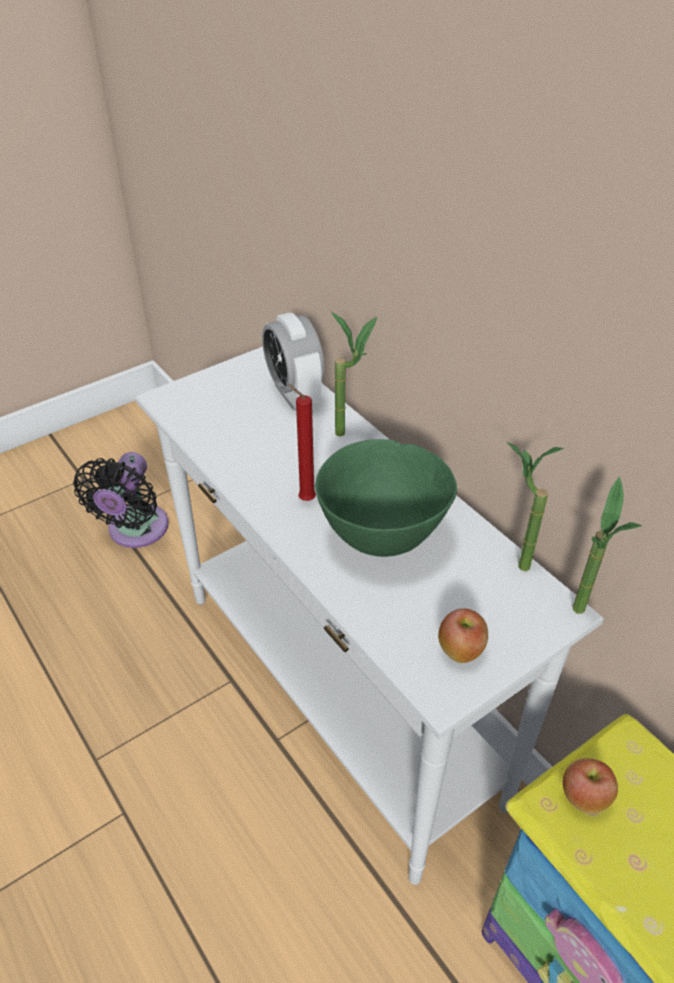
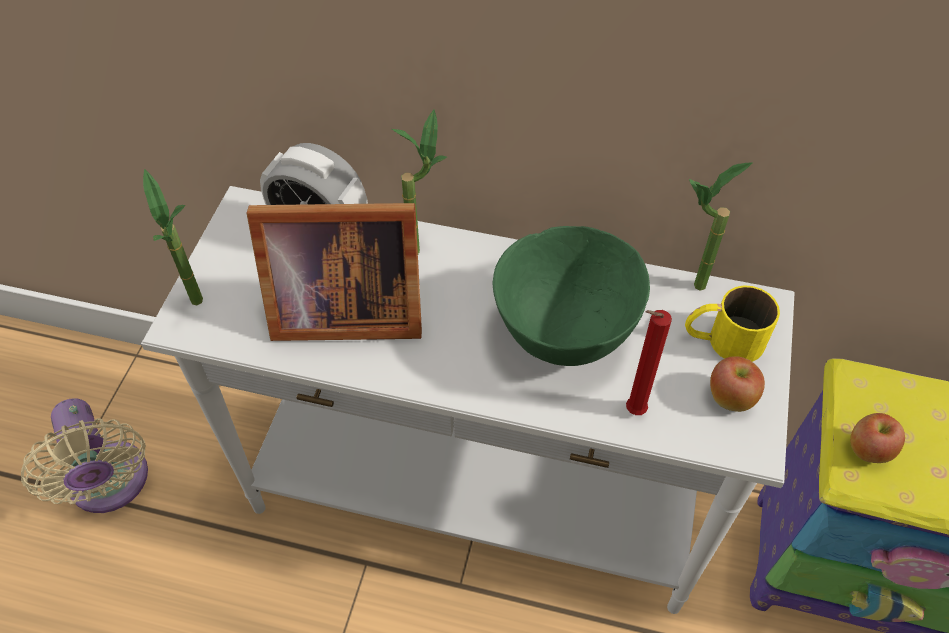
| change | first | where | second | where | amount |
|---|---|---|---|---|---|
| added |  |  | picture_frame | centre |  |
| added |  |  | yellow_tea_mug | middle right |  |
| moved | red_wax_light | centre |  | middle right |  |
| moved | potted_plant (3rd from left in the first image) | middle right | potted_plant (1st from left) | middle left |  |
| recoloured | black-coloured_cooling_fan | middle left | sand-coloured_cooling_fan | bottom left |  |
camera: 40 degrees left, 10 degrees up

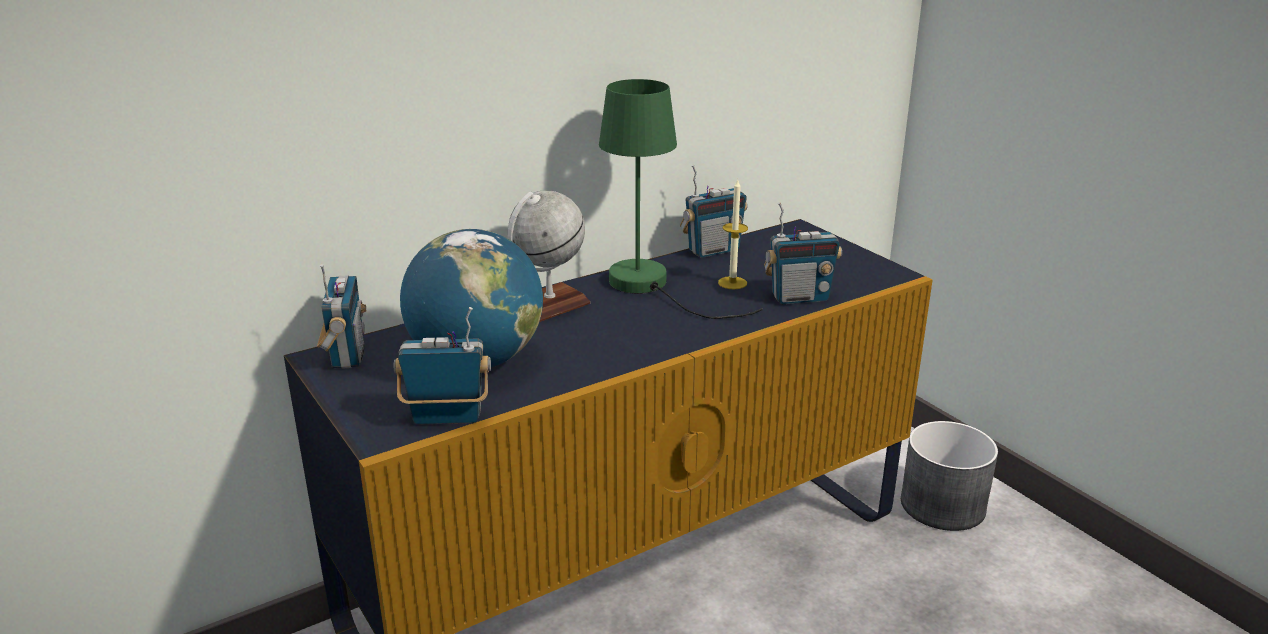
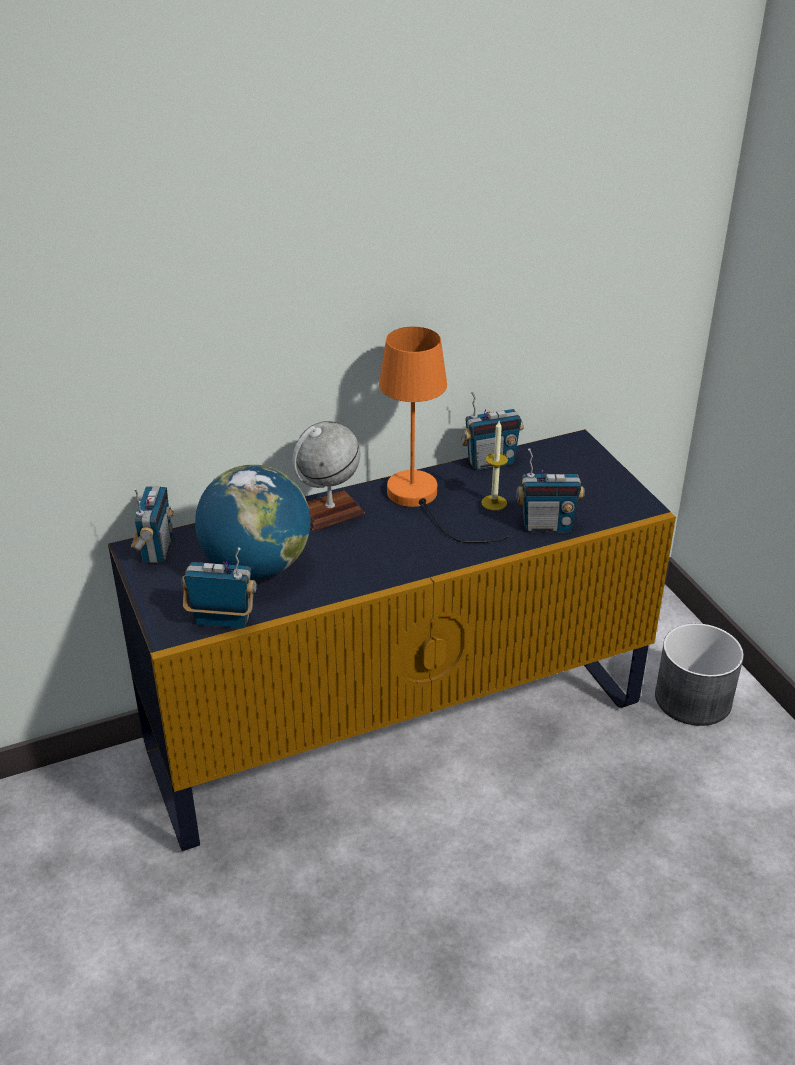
| change | first | where | second | where | amount |
|---|---|---|---|---|---|
| recoloured | green-coloured_lamp_for_a_table | top centre | orangey_lamp_for_a_table | centre |  |
camera: 10 degrees right, 10 degrees up

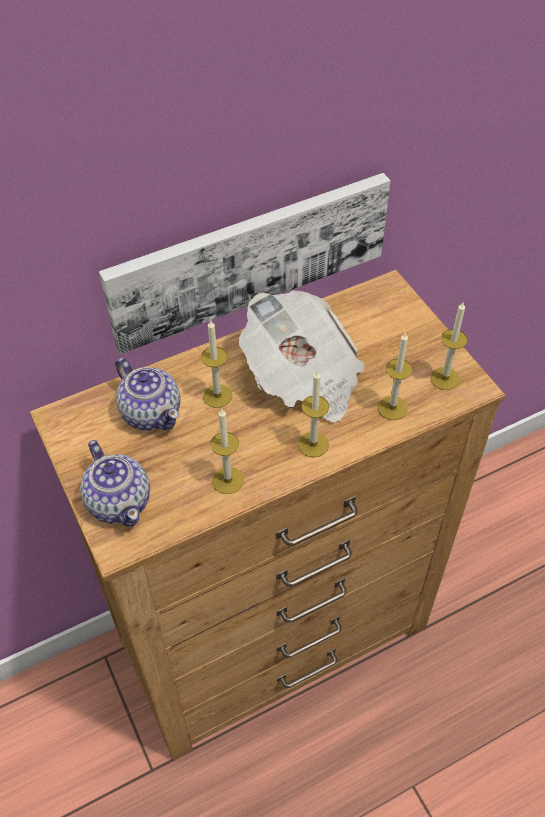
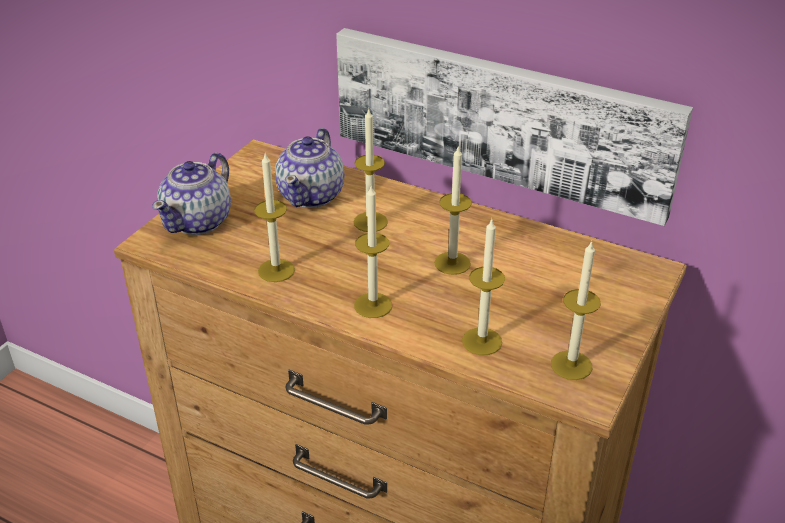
| change | first | where | second | where | amount |
|---|---|---|---|---|---|
| replaced | printed_paper | centre | wax_light (4th from left) | centre |  |
camera: 55 degrees right, 15 degrees down

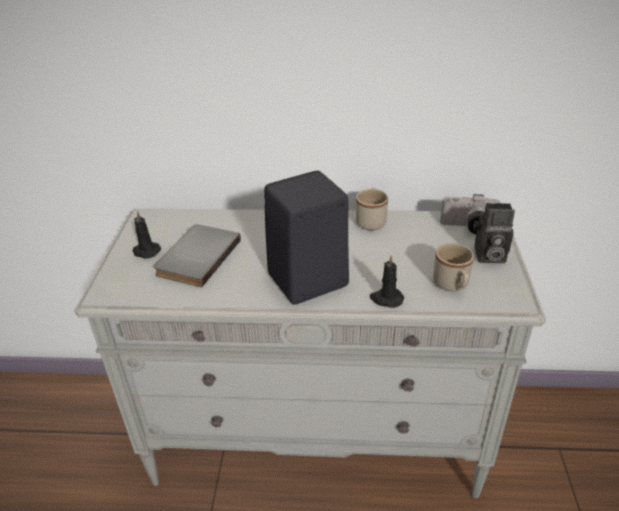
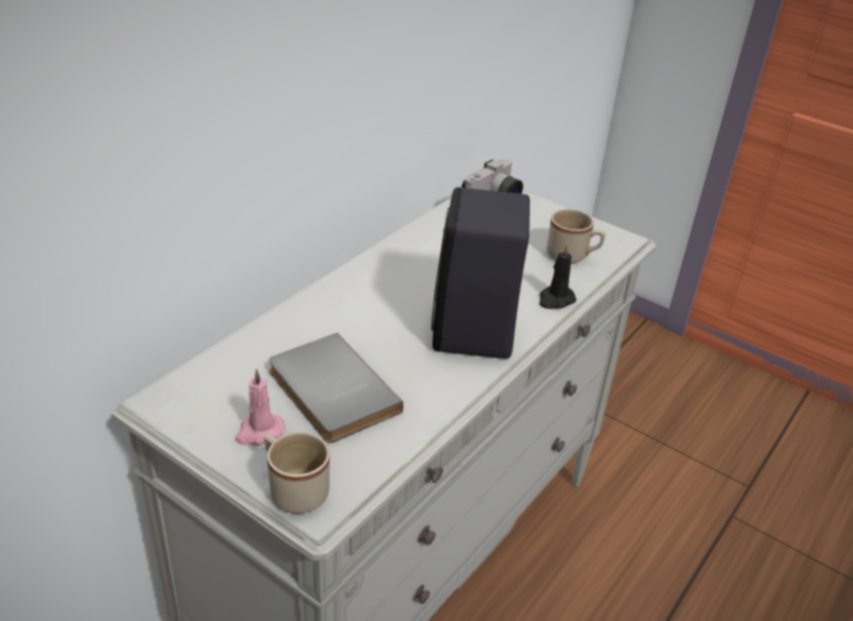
| change | first | where | second | where | amount |
|---|---|---|---|---|---|
| removed | still_camera (2nd from left) | middle right |  |  |  |
| moved | sand-coloured_tea_mug (1st from left) | centre |  | bottom centre |  |
| recoloured | black-coloured_wax_light (1st from left) | middle left | pink-coloured_wax_light | middle left |  |
camera: 60 degrees left, 0 degrees up

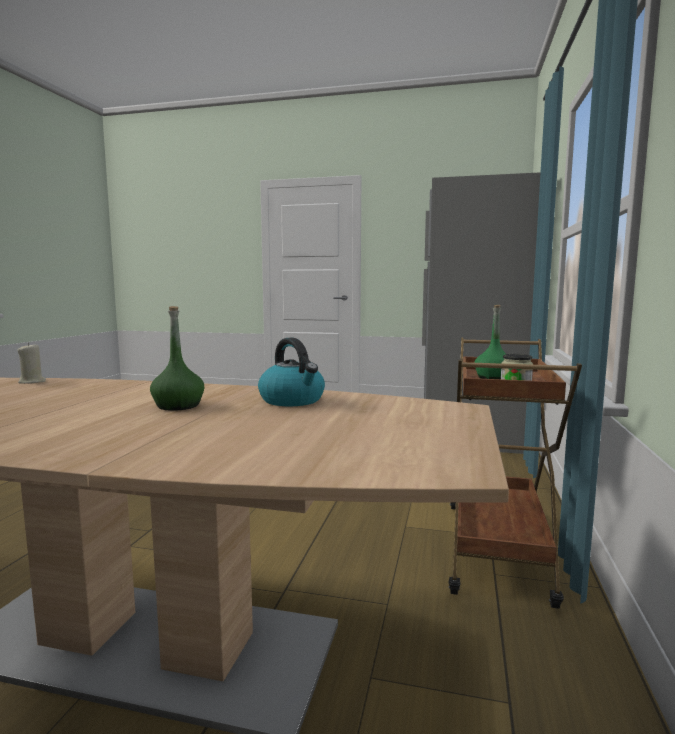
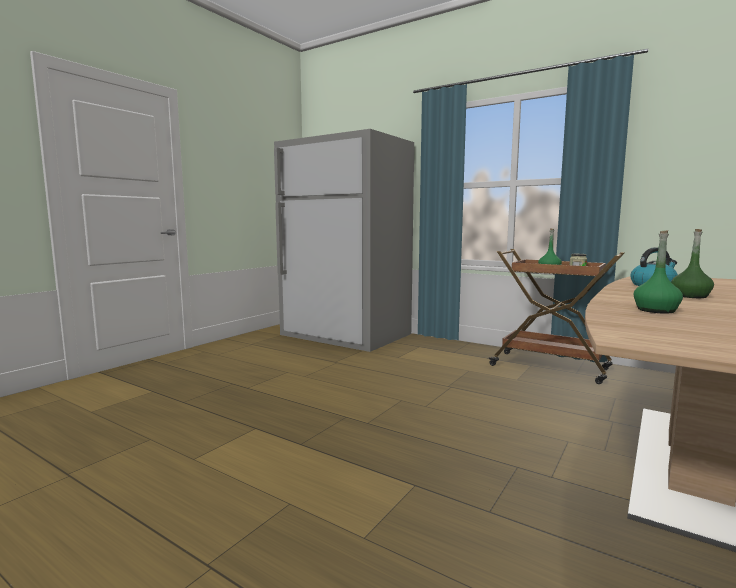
| change | first | where | second | where | amount |
|---|---|---|---|---|---|
| removed | sand-coloured_wax_light | middle left |  |  |  |
| added |  |  | green-coloured_beverage_bottle (2nd from left) | middle right |  |
camera: 70 degrees left, 0 degrees up

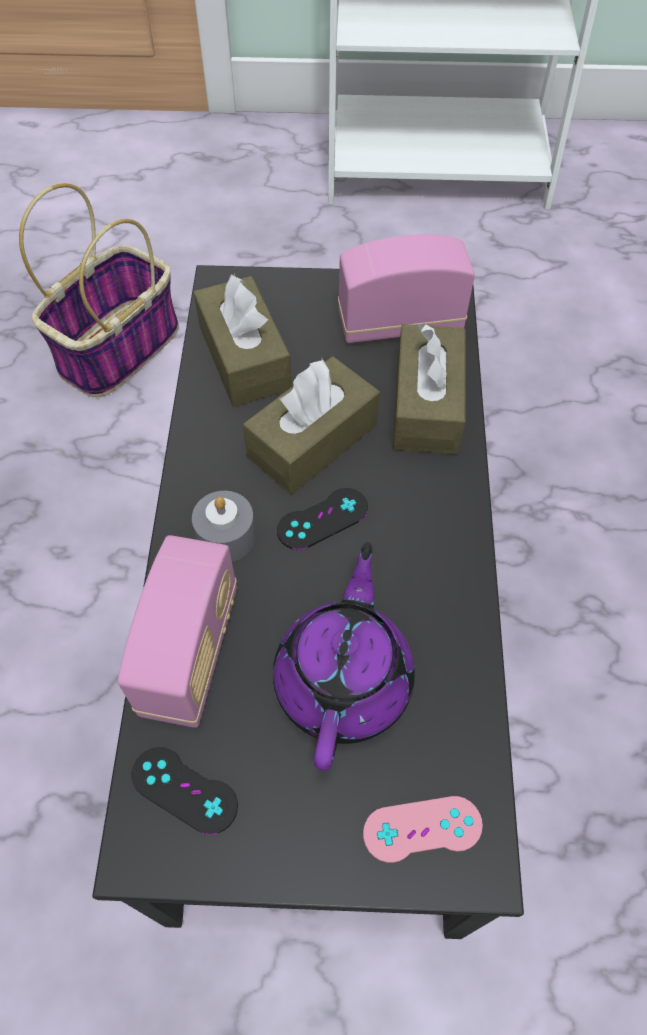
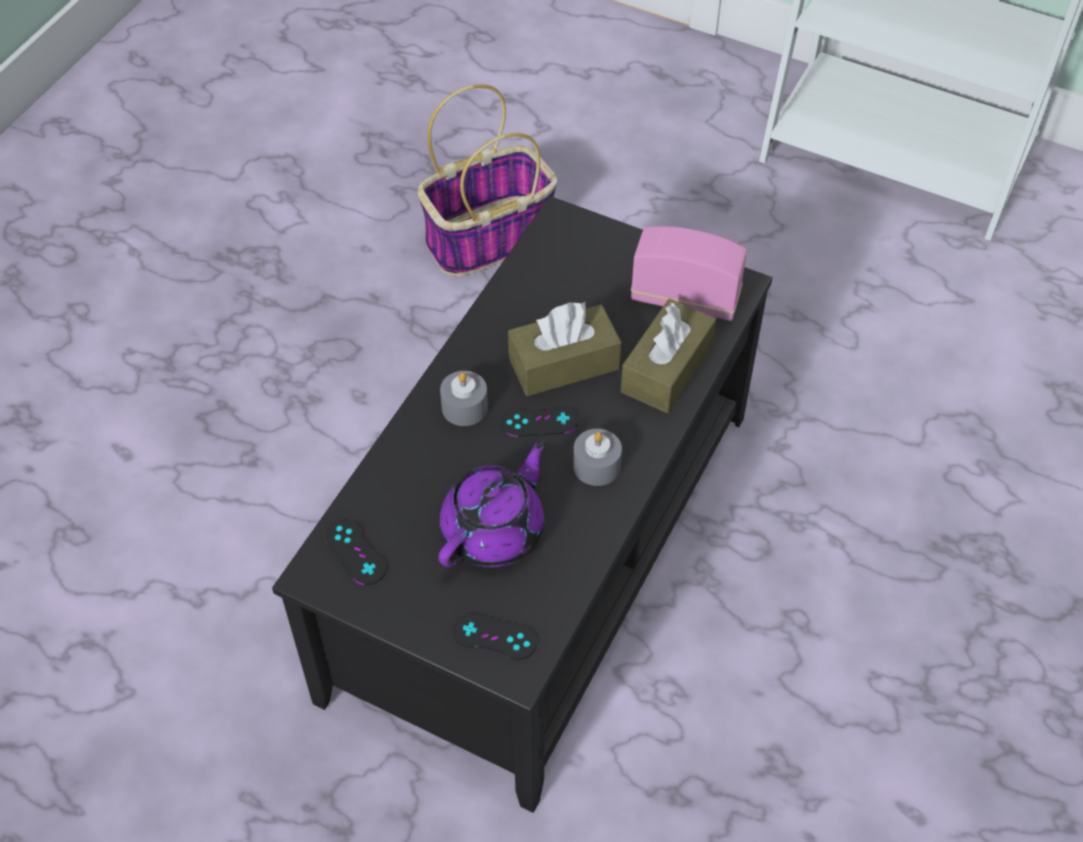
| change | first | where | second | where | amount |
|---|---|---|---|---|---|
| removed | radio (1st from left) | middle left |  |  |  |
| removed | brownish_tissue_holder (1st from left) | top centre |  |  |  |
| added |  |  | gray_wax_light (2nd from left) | centre |  |
| recoloured | pink-coloured_game_controller | bottom centre | black-coloured_game_controller (2nd from left) | bottom centre |  |
camera: 25 degrees right, 5 degrees down

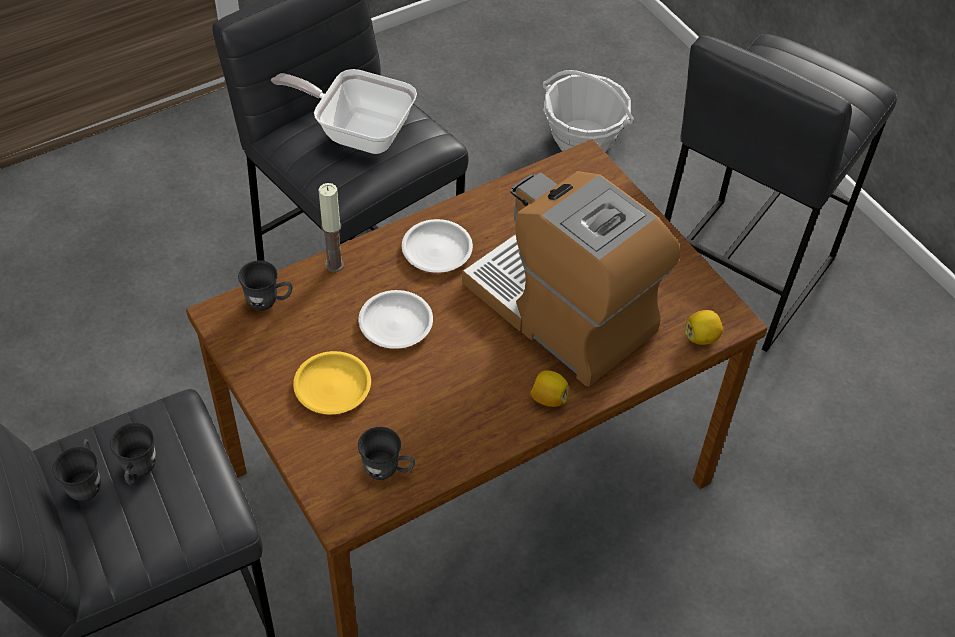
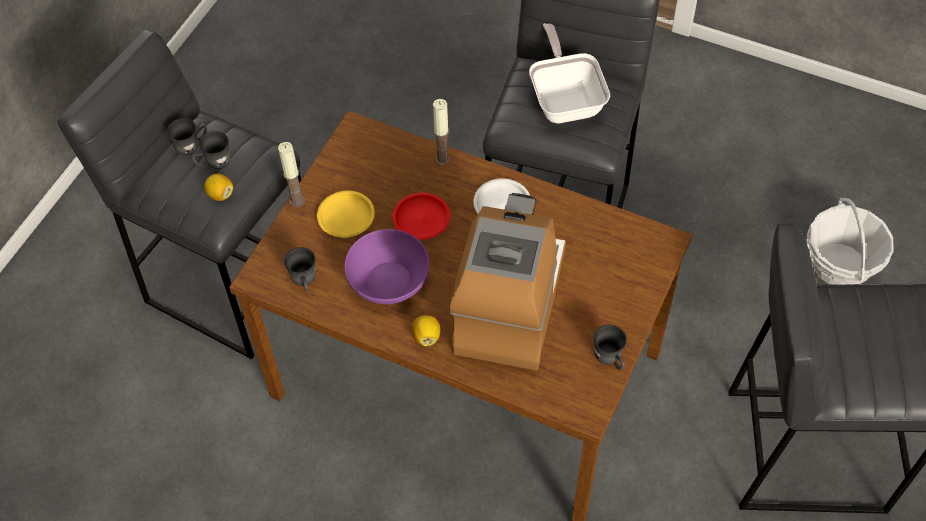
| change | first | where | second | where | amount |
|---|---|---|---|---|---|
| added |  |  | wax_light (1st from left) | middle left |  |
| added |  |  | purple-coloured_serving_bowl | centre |  |
| moved | gray_tea_mug (3rd from left in the first image) | middle left | gray_tea_mug (4th from left) | centre |  |
| moved | whole_lemon (2nd from left in the first image) | middle right | whole_lemon (1st from left) | middle left |  |
| recoloured | white_dinner_plate (1st from left) | centre | red_dinner_plate | centre |  |
camera: 60 degrees right, 5 degrees up

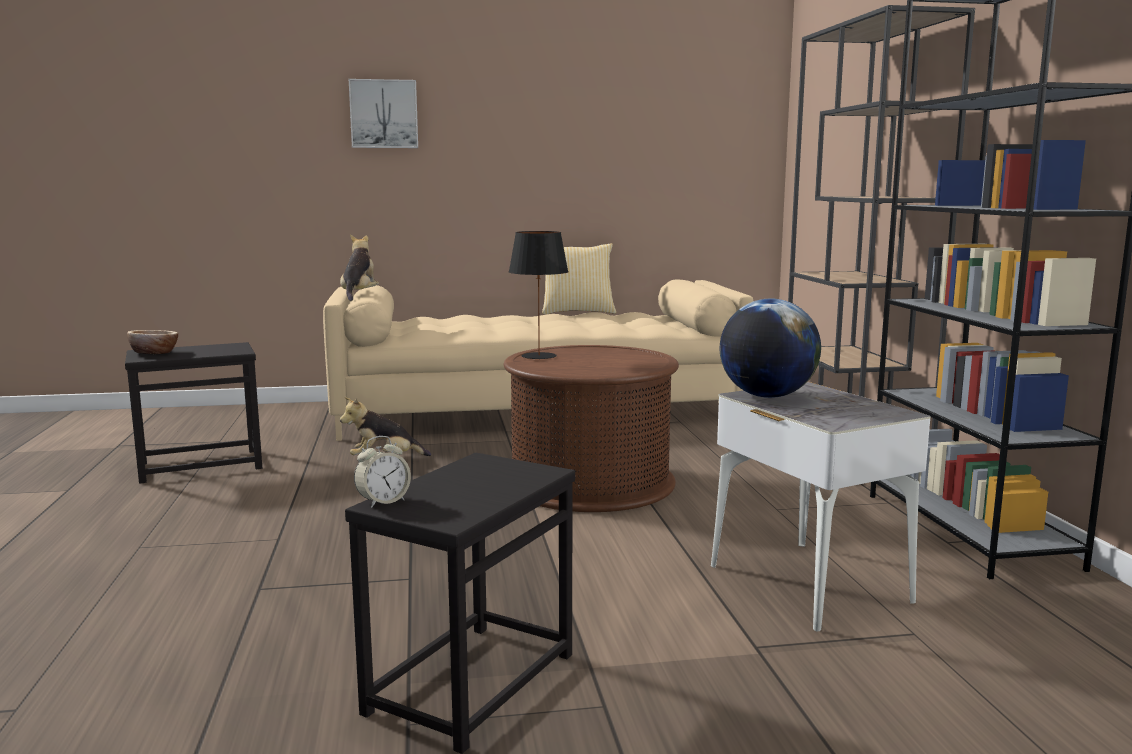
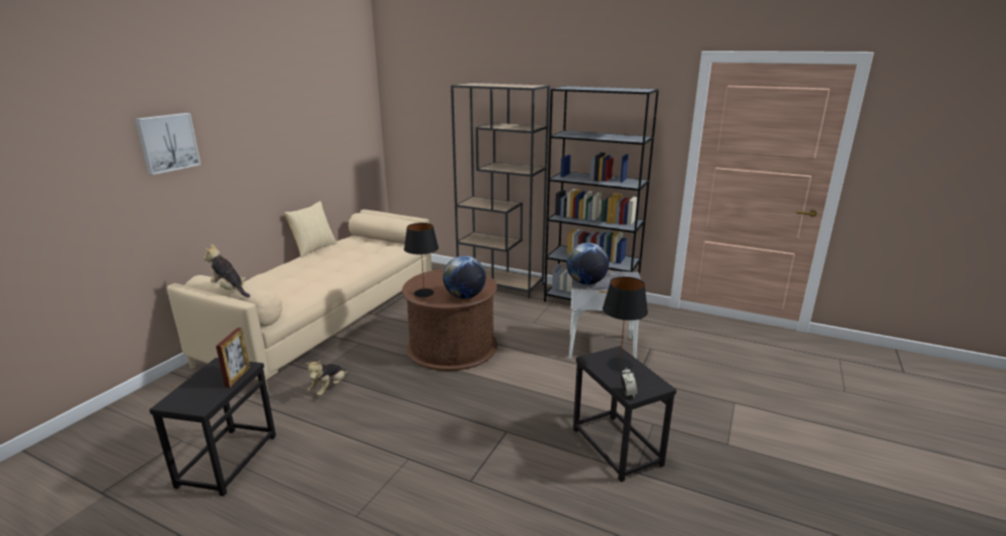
| change | first | where | second | where | amount |
|---|---|---|---|---|---|
| removed | serving_bowl | middle left |  |  |  |
| added |  |  | picture_frame | bottom left |  |
| added |  |  | world_globe (1st from left) | centre |  |
| added |  |  | black-coloured_lamp_for_a_table (2nd from left) | centre |  |
camera: 55 degrees left, 10 degrees up

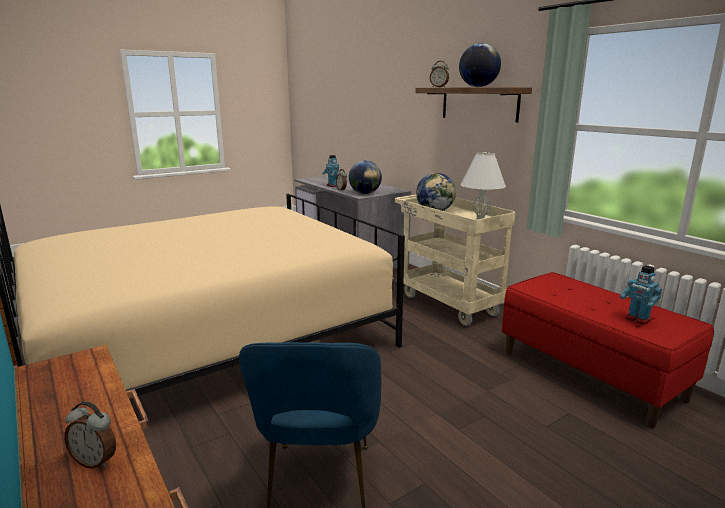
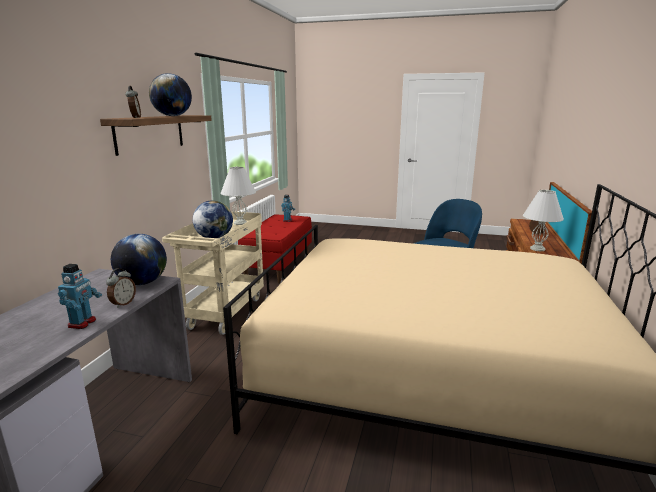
| change | first | where | second | where | amount |
|---|---|---|---|---|---|
| added |  |  | white_lamp_for_a_table (2nd from left) | middle right |  |
camera: 130 degrees left, 0 degrees up

